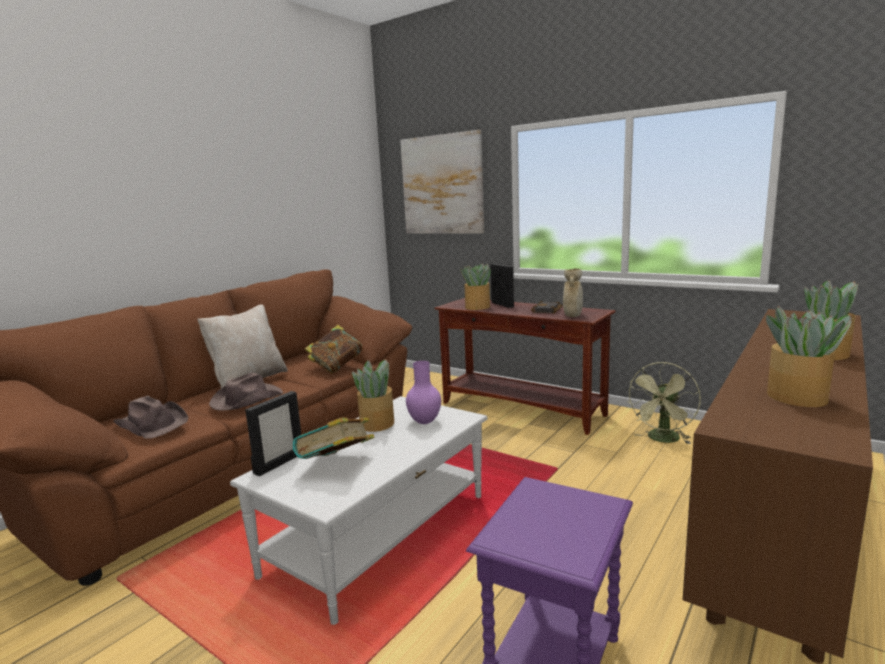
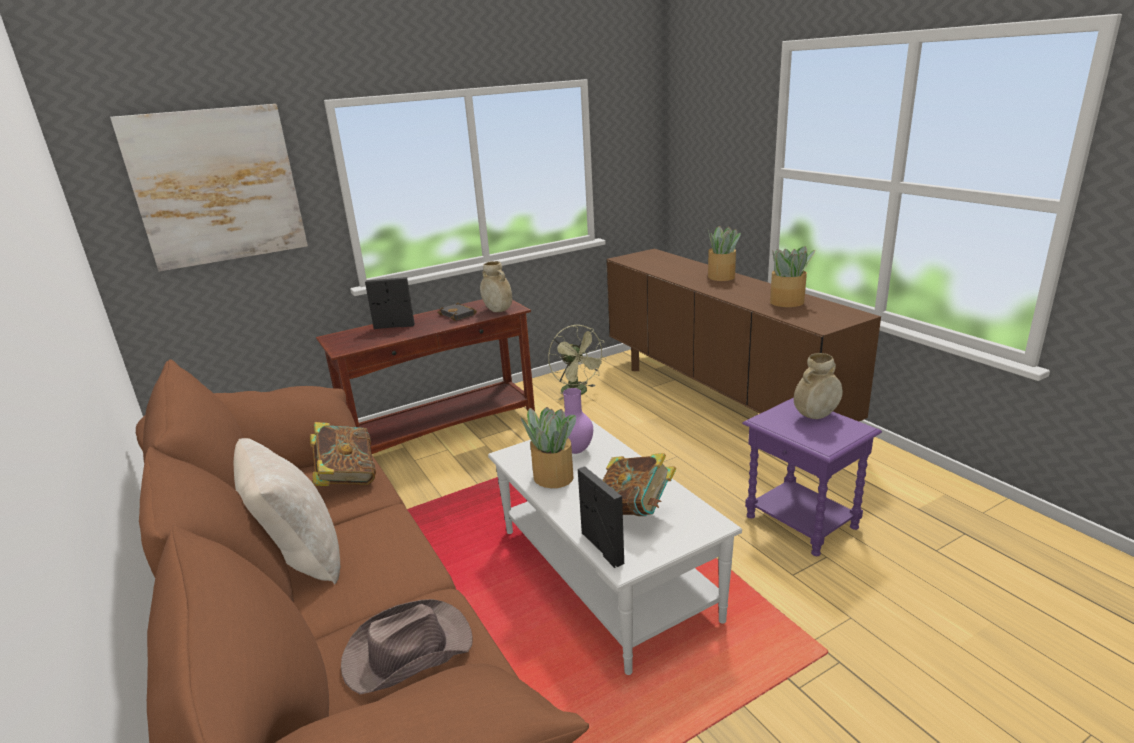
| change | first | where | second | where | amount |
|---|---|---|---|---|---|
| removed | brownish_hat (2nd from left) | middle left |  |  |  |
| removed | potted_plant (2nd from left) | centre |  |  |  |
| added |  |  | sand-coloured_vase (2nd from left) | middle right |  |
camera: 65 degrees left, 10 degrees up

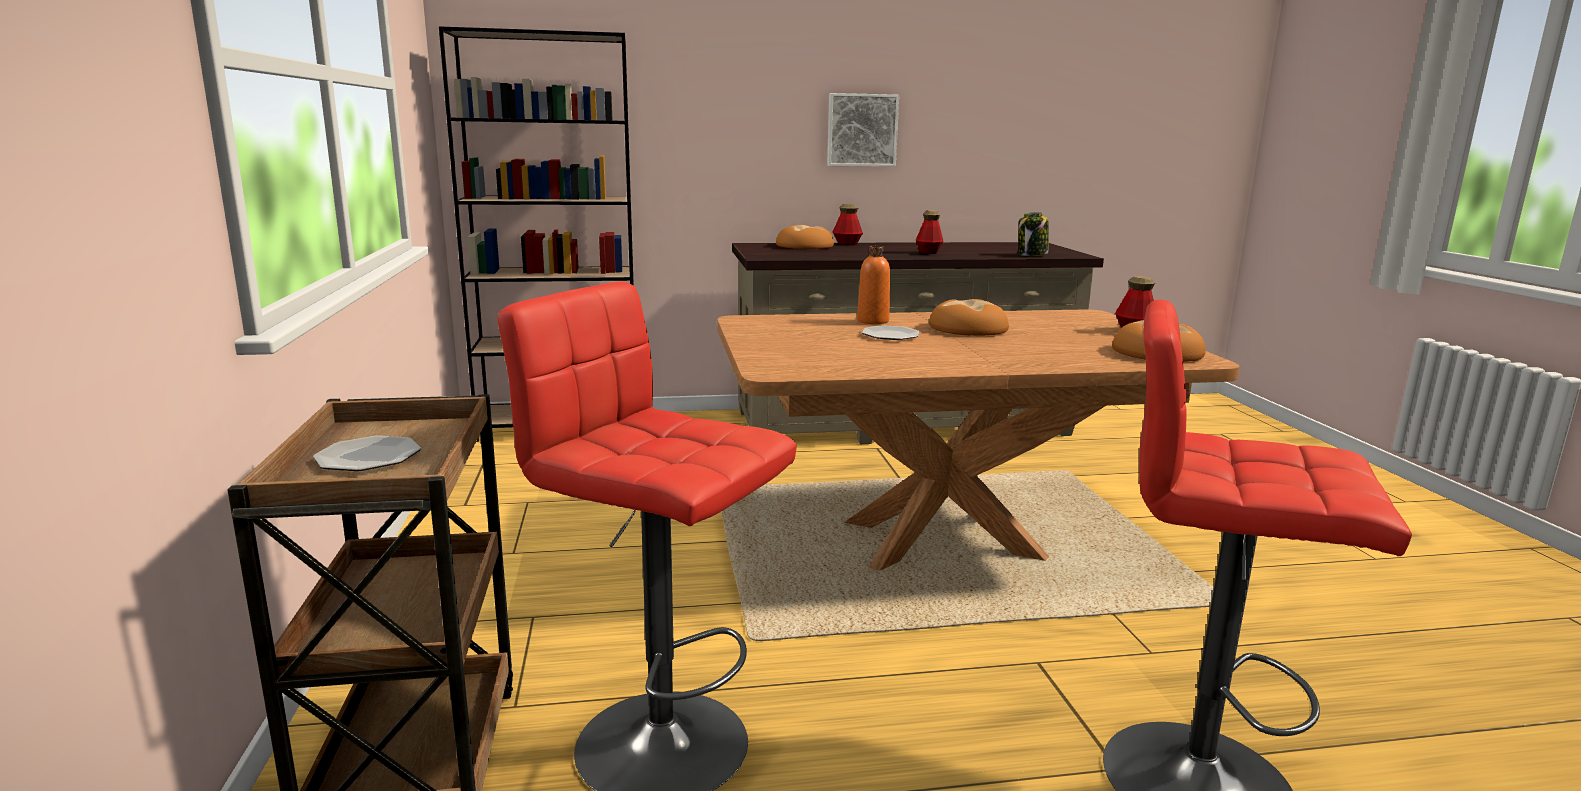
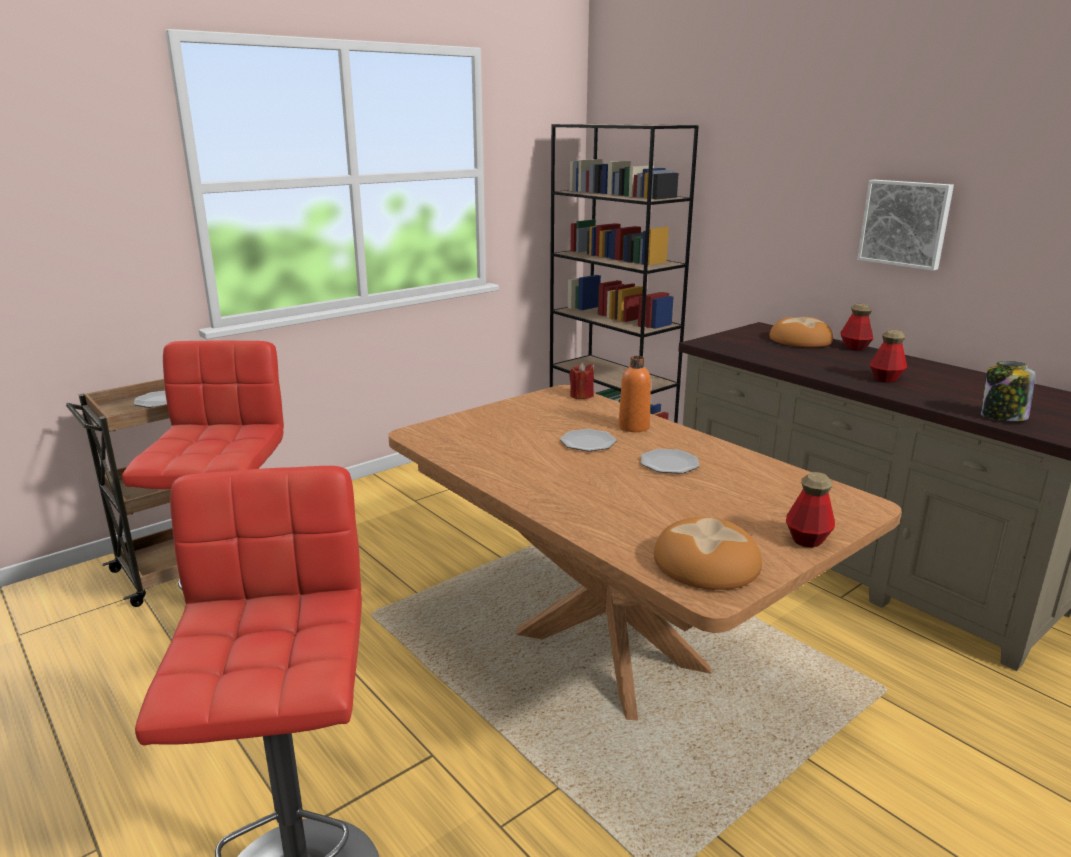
| change | first | where | second | where | amount |
|---|---|---|---|---|---|
| added |  |  | red_wax_light | centre |  |
| replaced | baked_bread (2nd from left) | centre | dinner_plate (3rd from left) | centre |  |
camera: 60 degrees right, 5 degrees up

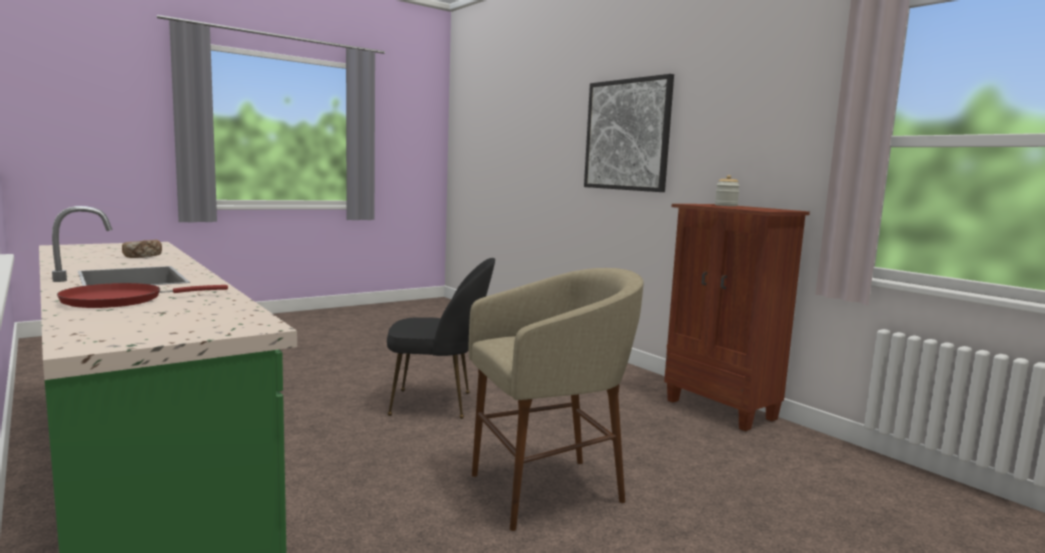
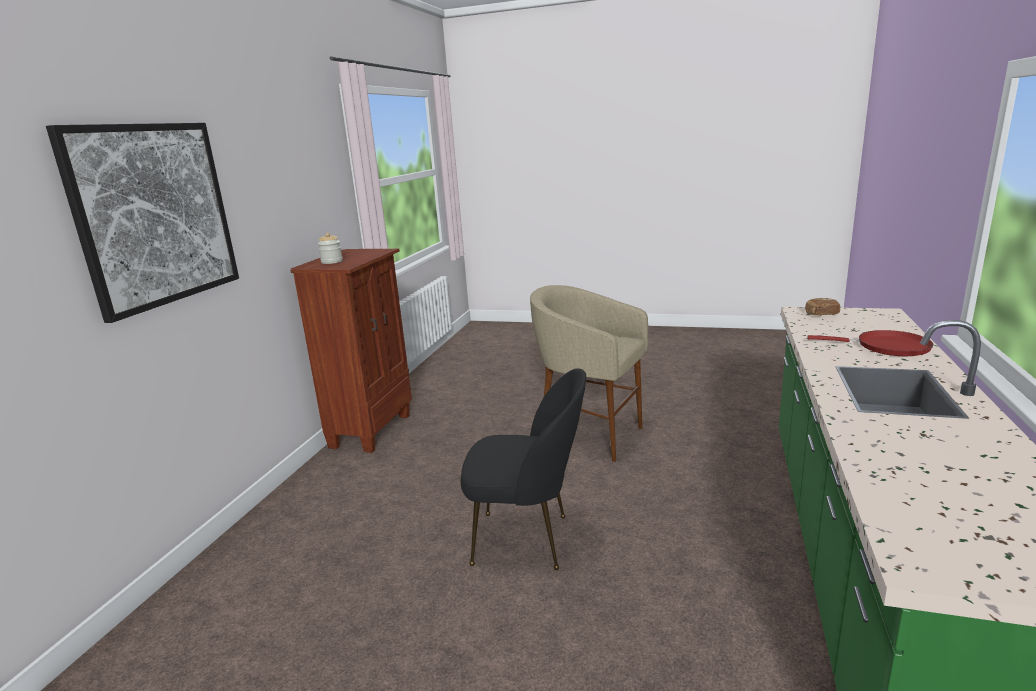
| change | first | where | second | where | amount |
|---|---|---|---|---|---|
| moved | baked_bread | middle left |  | middle right |  |
| turned | black-coloured_upright_chair | centre |  | bottom centre | 135 degrees clockwise |
camera: 125 degrees left, 10 degrees up

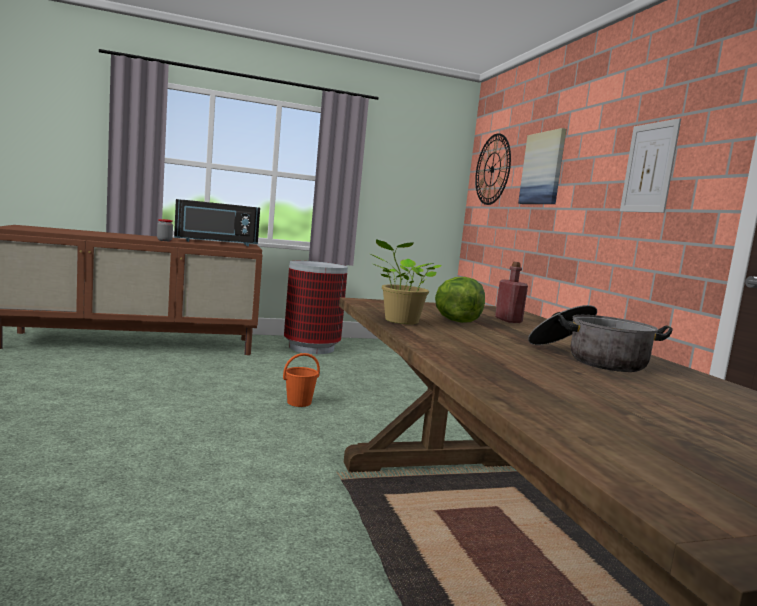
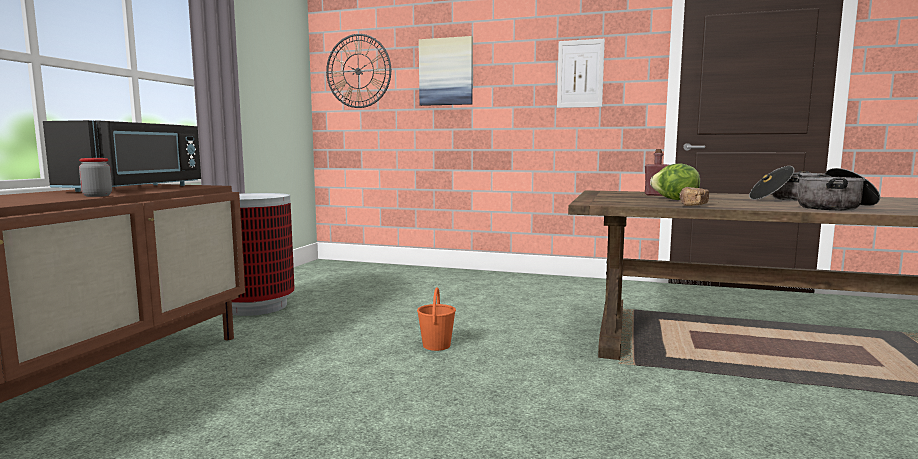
| change | first | where | second | where | amount |
|---|---|---|---|---|---|
| added |  |  | saucepot (2nd from left) | middle right |  |
| replaced | potted_plant | centre | baked_bread | middle right |  |
camera: 55 degrees left, 0 degrees up

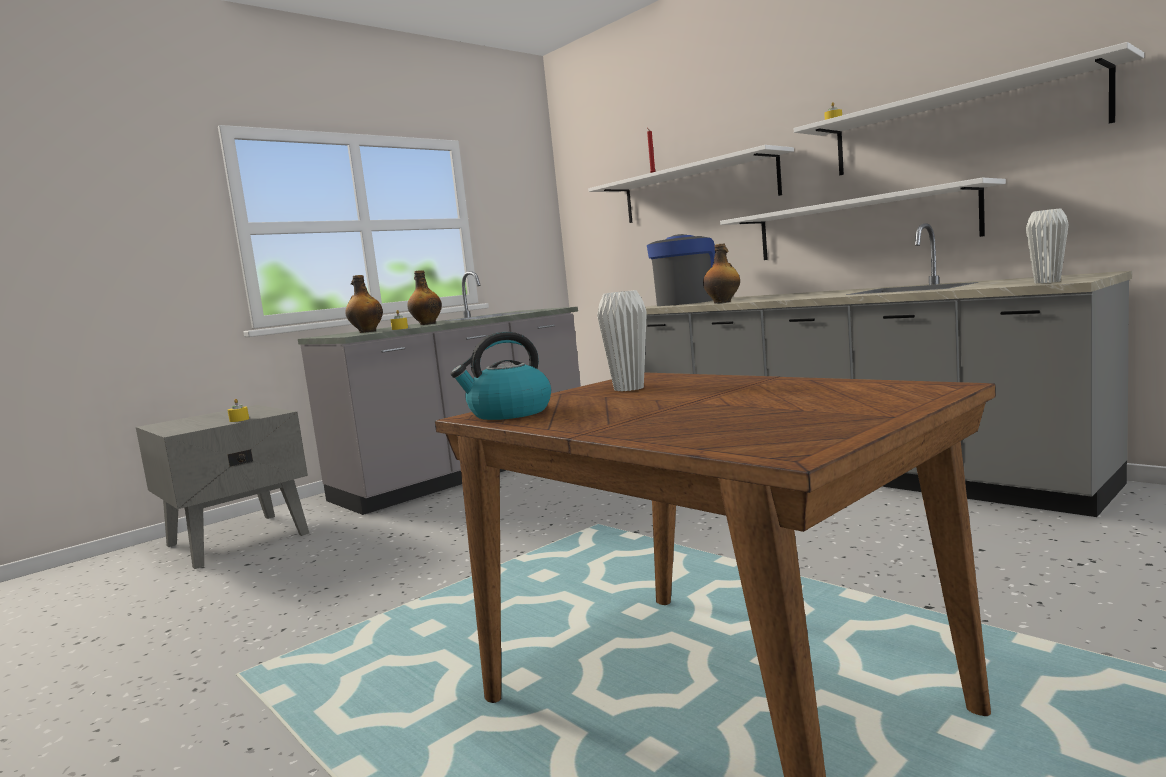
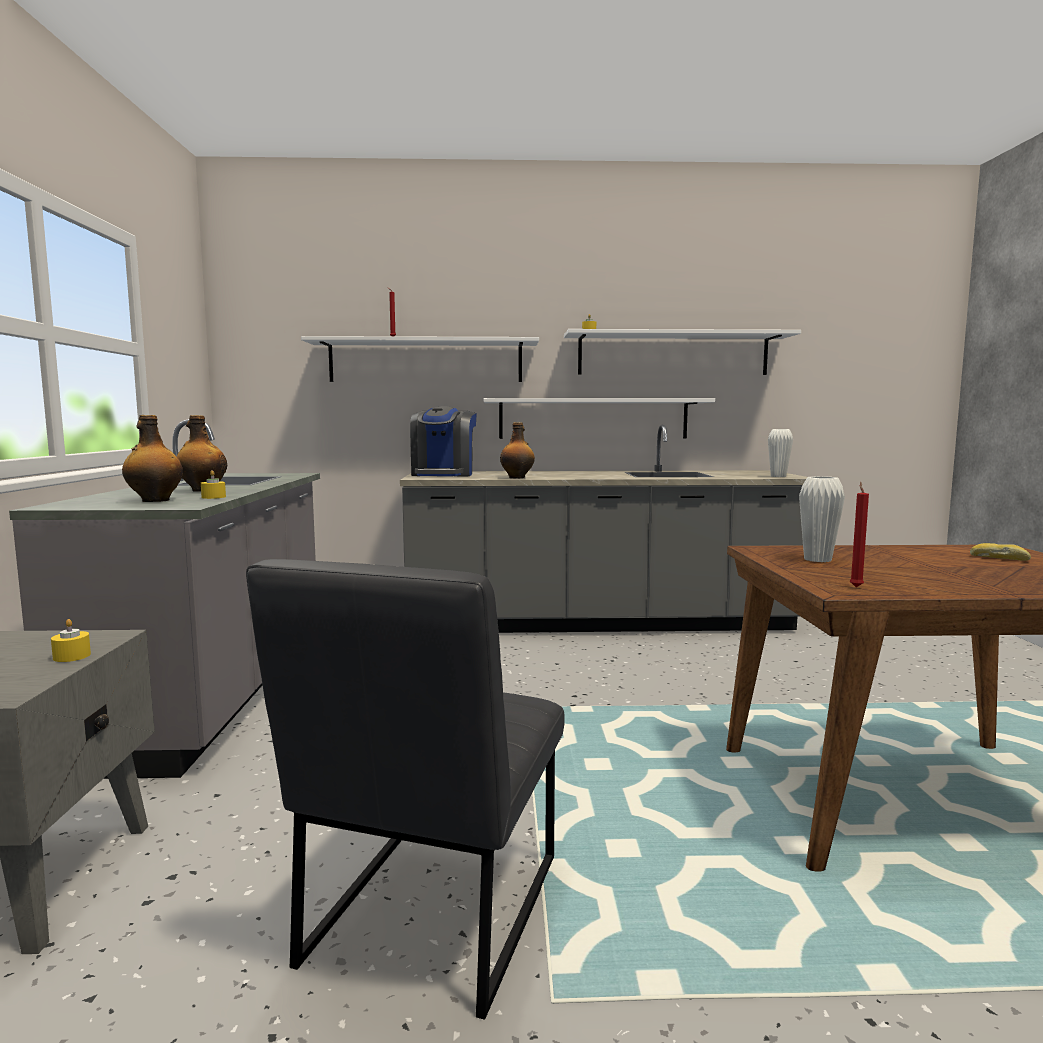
| change | first | where | second | where | amount |
|---|---|---|---|---|---|
| added |  |  | gray_upright_chair | bottom centre |  |
| added |  |  | baked_bread | middle right |  |
| replaced | tea_kettle | centre | red_wax_light (2nd from left) | middle right |  |
| turned | coffee_machine | centre |  | centre | 150 degrees counterclockwise |
camera: 50 degrees left, 0 degrees up

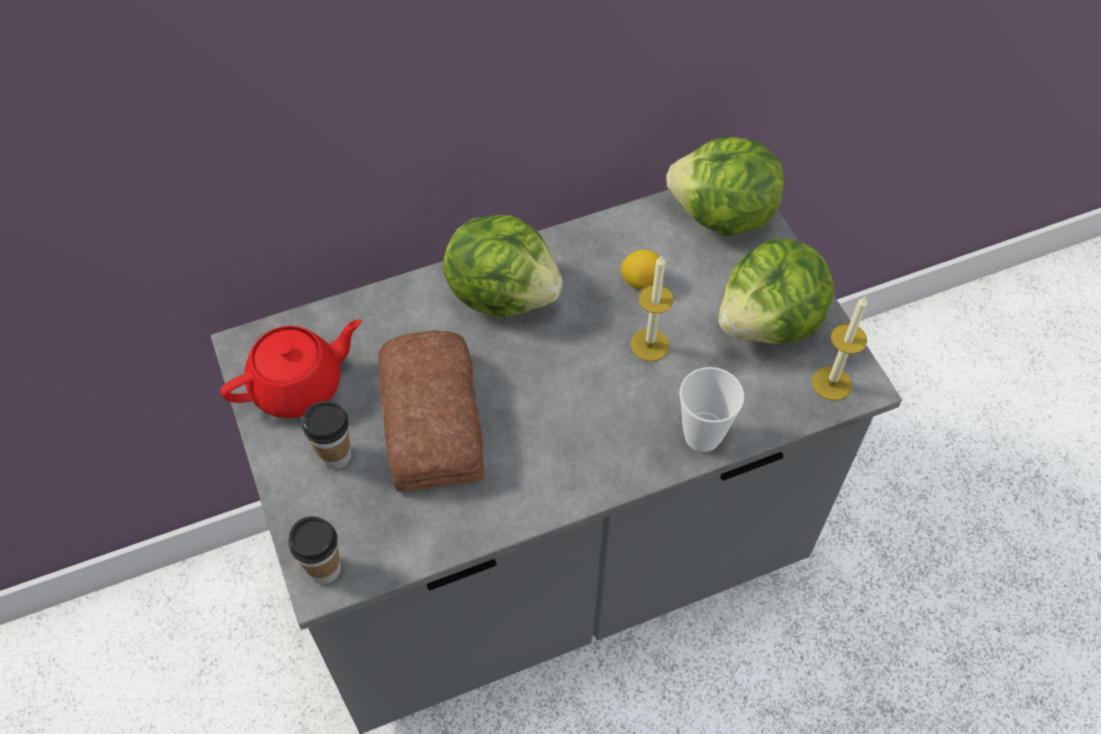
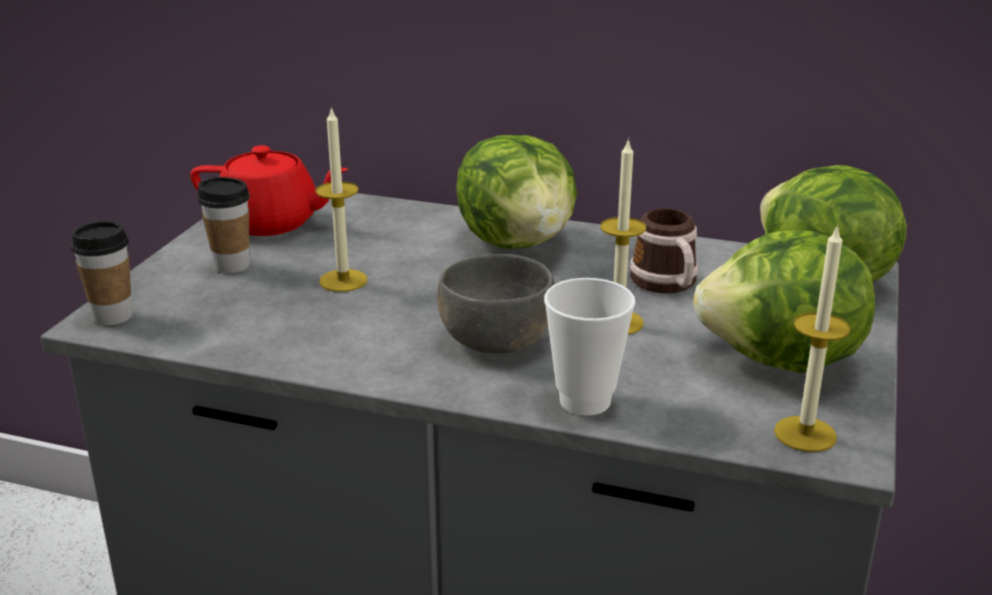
| change | first | where | second | where | amount |
|---|---|---|---|---|---|
| added |  |  | gray_serving_bowl | centre |  |
| replaced | baked_bread | centre | wax_light (1st from left) | centre |  |
| replaced | whole_lemon | centre | tea_mug | middle right |  |
camera: 40 degrees right, 30 degrees down

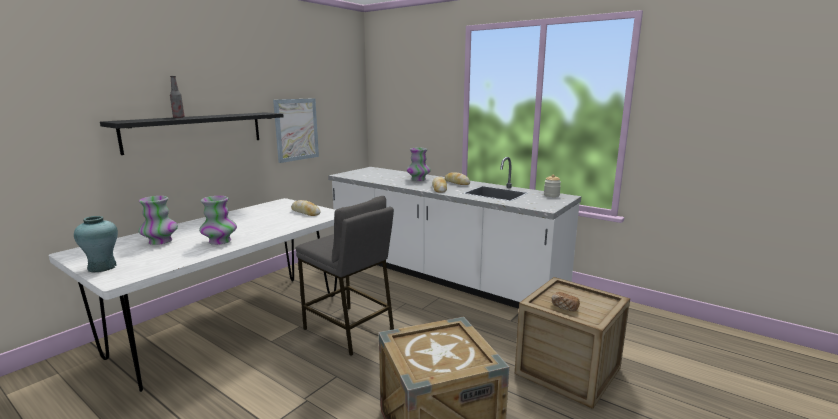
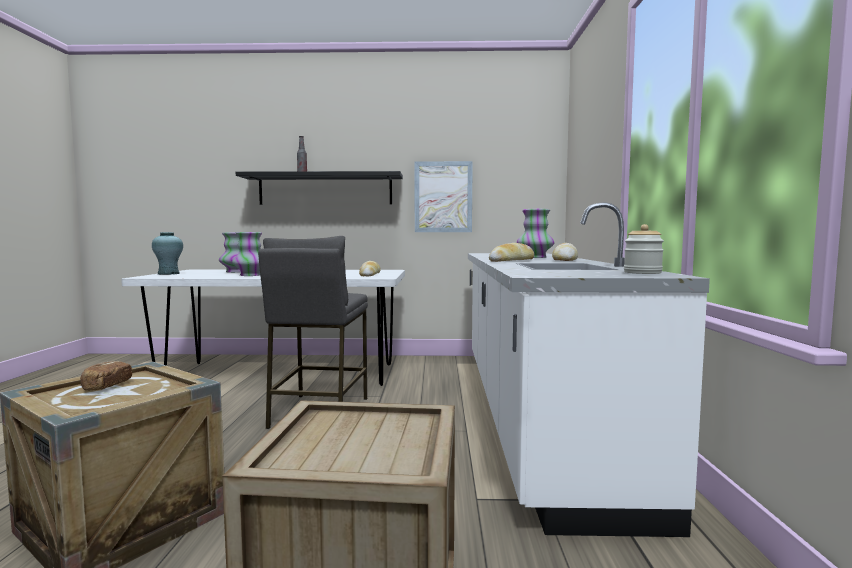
| change | first | where | second | where | amount |
|---|---|---|---|---|---|
| moved | baked_bread (4th from left in the first image) | bottom right | baked_bread (1st from left) | middle left |  |
camera: 55 degrees right, 10 degrees down

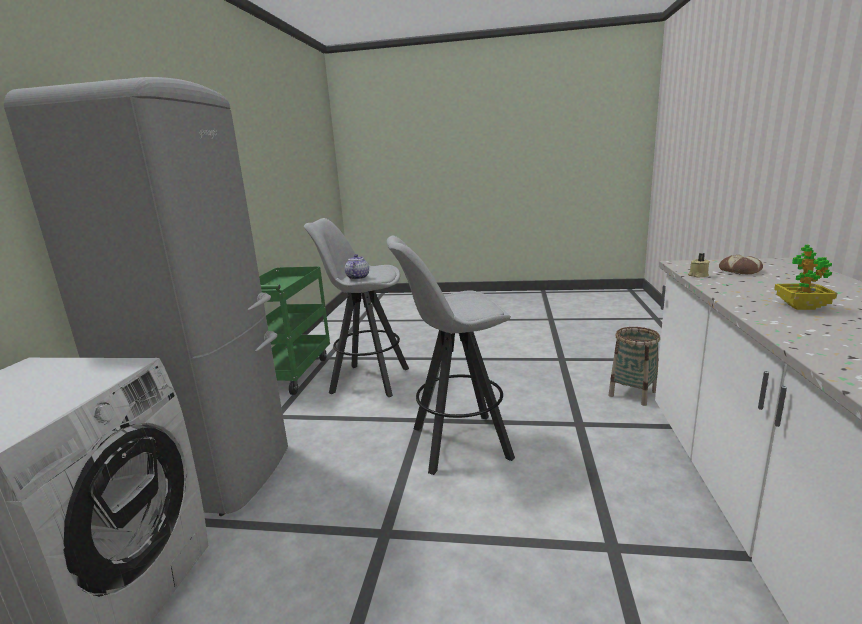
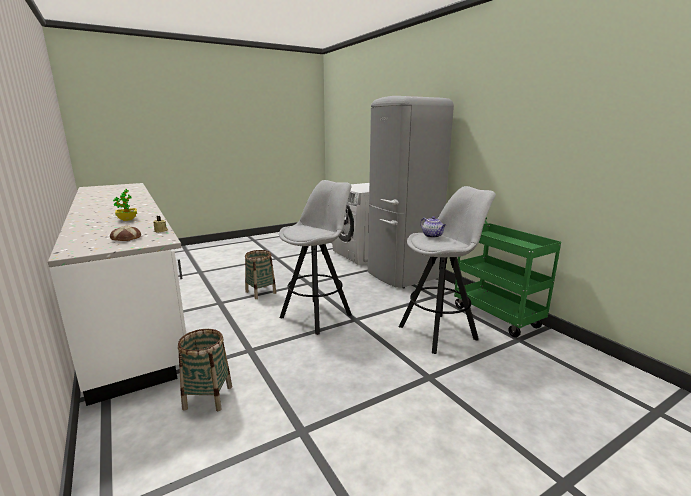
| change | first | where | second | where | amount |
|---|---|---|---|---|---|
| added |  |  | basket (2nd from left) | centre |  |
camera: 140 degrees right, 0 degrees up

